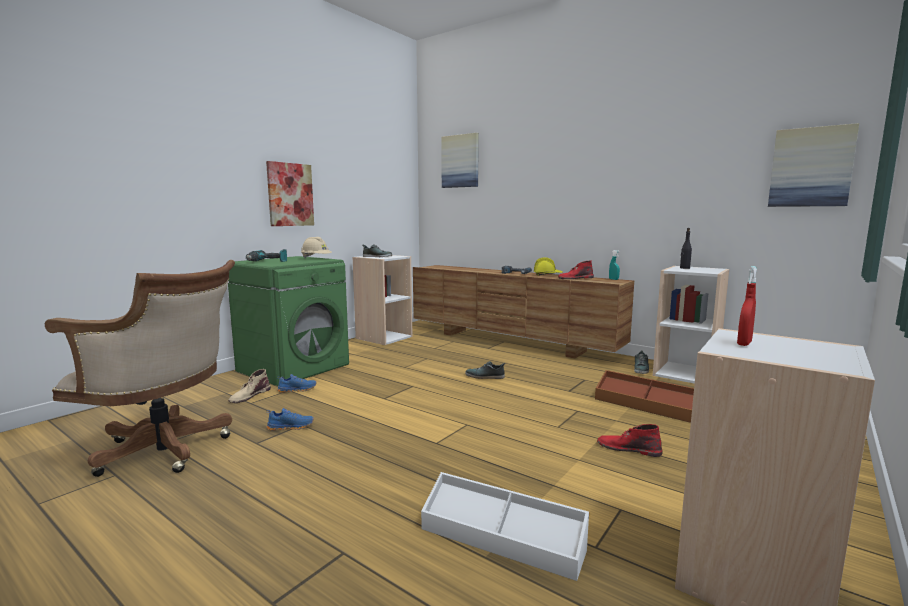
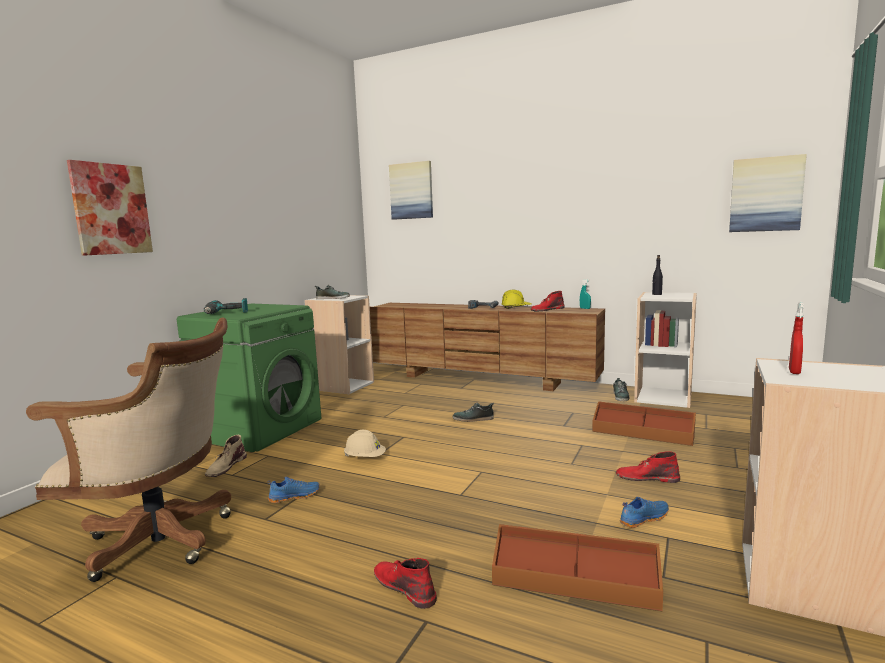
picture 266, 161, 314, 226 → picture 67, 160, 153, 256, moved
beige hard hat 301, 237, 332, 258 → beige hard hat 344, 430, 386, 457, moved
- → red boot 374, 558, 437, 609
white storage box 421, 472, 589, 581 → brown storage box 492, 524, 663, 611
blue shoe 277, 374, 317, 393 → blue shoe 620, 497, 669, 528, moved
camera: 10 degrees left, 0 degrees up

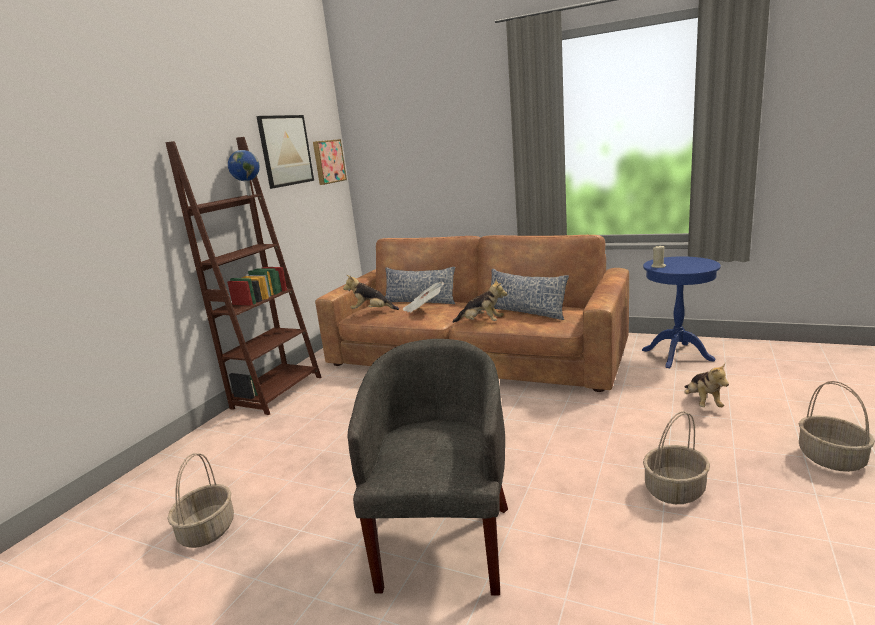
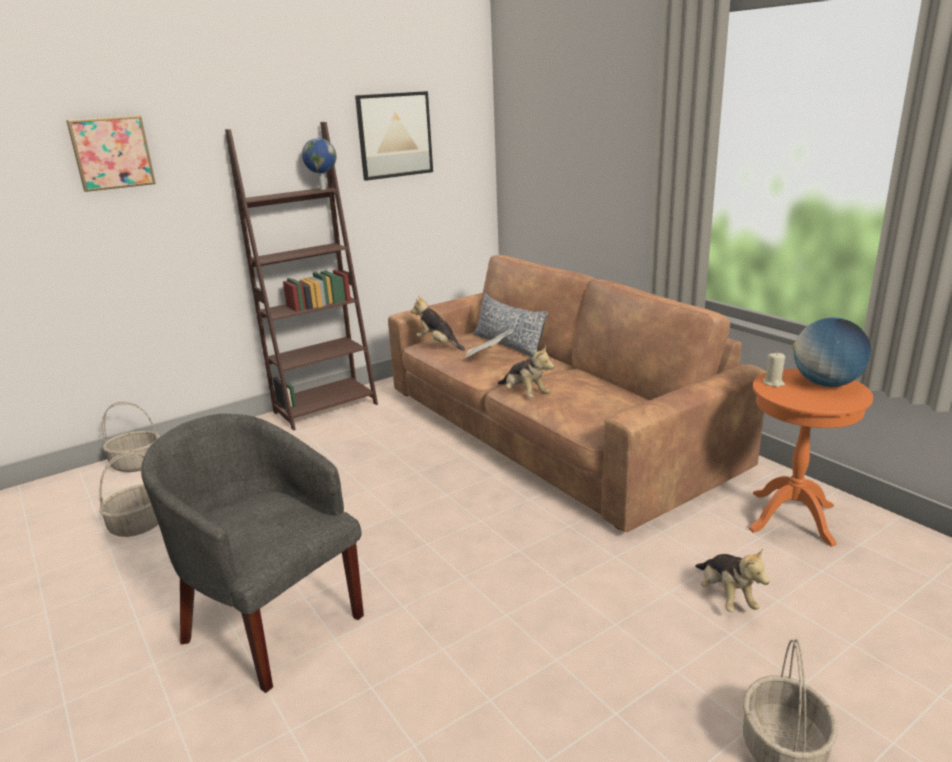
picture 313, 139, 347, 185 → picture 66, 116, 156, 192, moved
basket 643, 411, 710, 504 → basket 102, 401, 160, 472, moved
grey armchair 347, 339, 508, 596 → grey armchair 141, 414, 364, 693, 90 degrees counterclockwise
plush toy 684, 363, 729, 407 → plush toy 695, 548, 770, 612, 45 degrees counterclockwise
blue side table 642, 257, 721, 368 → orange side table 749, 369, 873, 547
- → globe 792, 317, 871, 387
pillow 491, 269, 569, 320 → -
camera: 30 degrees right, 5 degrees up

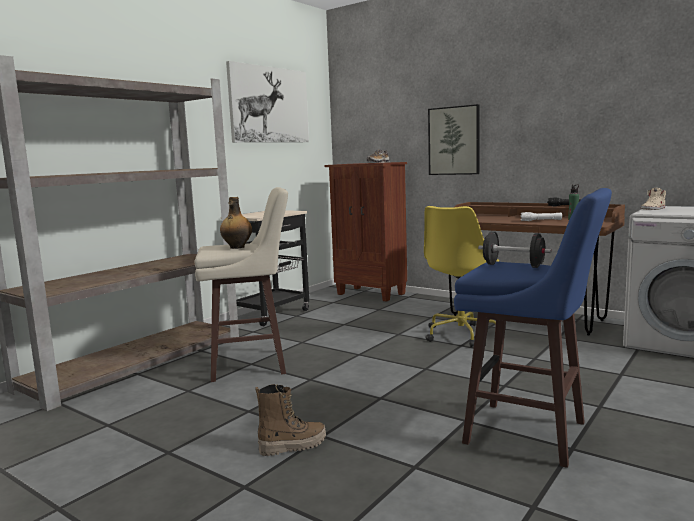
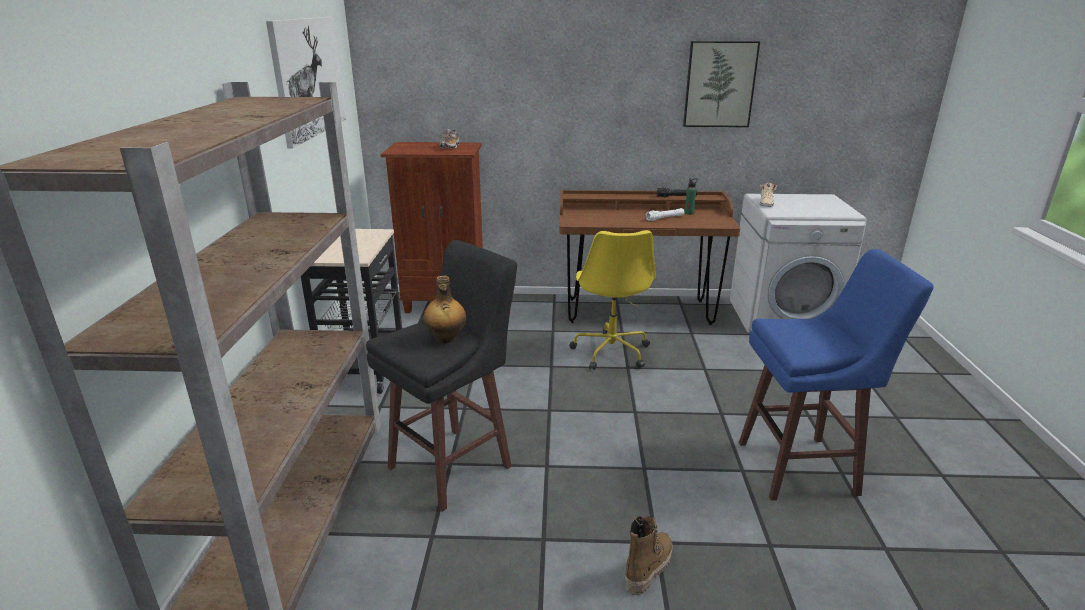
beige stool 195, 187, 288, 382 → black stool 366, 240, 517, 512
picture 428, 104, 480, 175 → picture 683, 41, 760, 127, moved
black dumbbell 478, 231, 551, 268 → -
camera: 35 degrees left, 15 degrees up

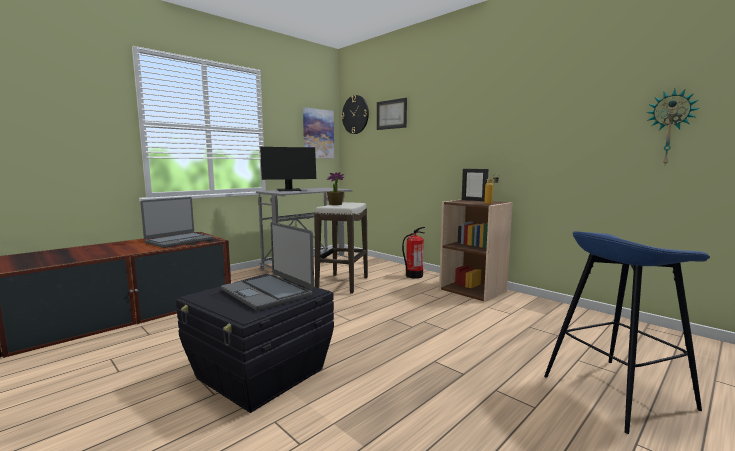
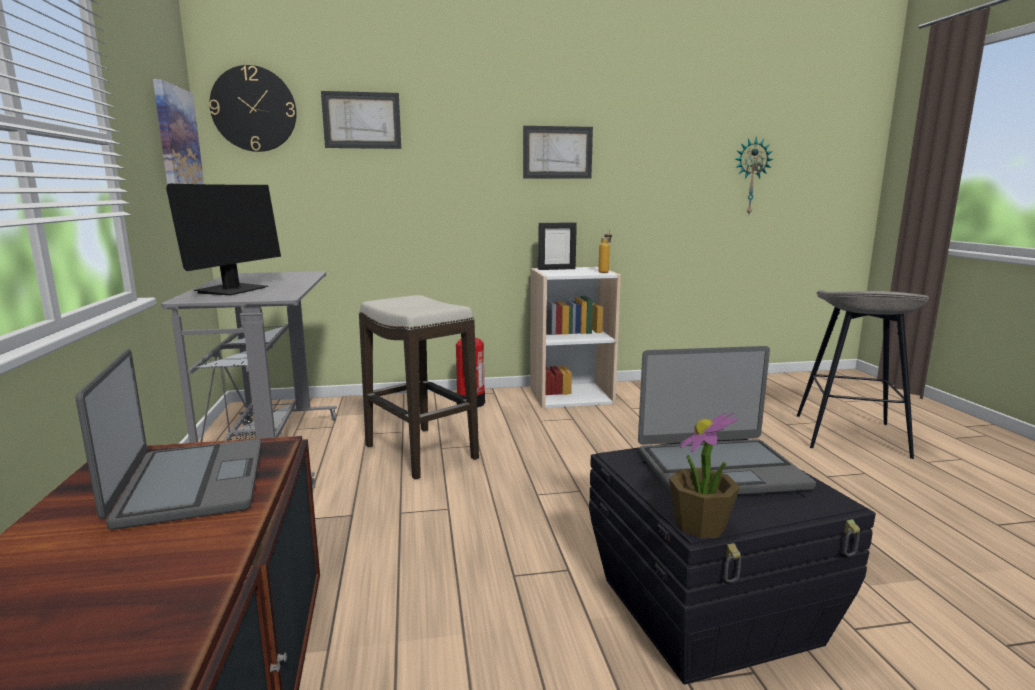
- → picture 523, 126, 593, 179
brown bookcase 439, 200, 512, 302 → white bookcase 530, 267, 621, 408
potted plant 327, 172, 345, 205 → potted plant 669, 413, 740, 538, moved
blue stool 544, 231, 710, 434 → grey stool 797, 290, 929, 459
camera: 55 degrees left, 5 degrees up

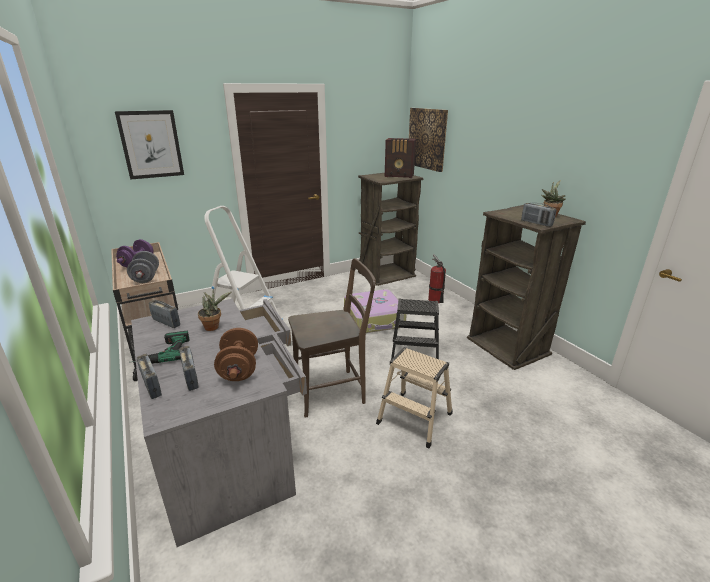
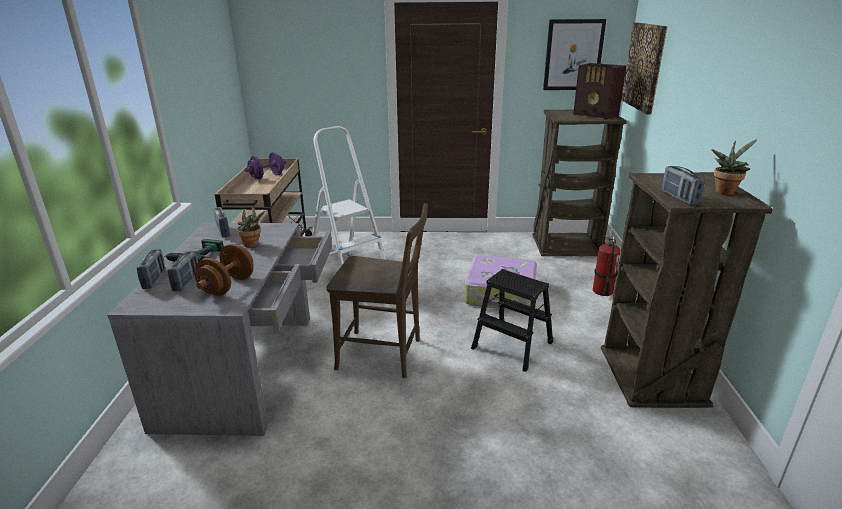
picture 115, 110, 184, 180 → picture 543, 19, 606, 90, moved
grey dumbbell 127, 251, 159, 283 → -
beige step ladder 376, 347, 453, 449 → -
camera: 30 degrees right, 0 degrees up

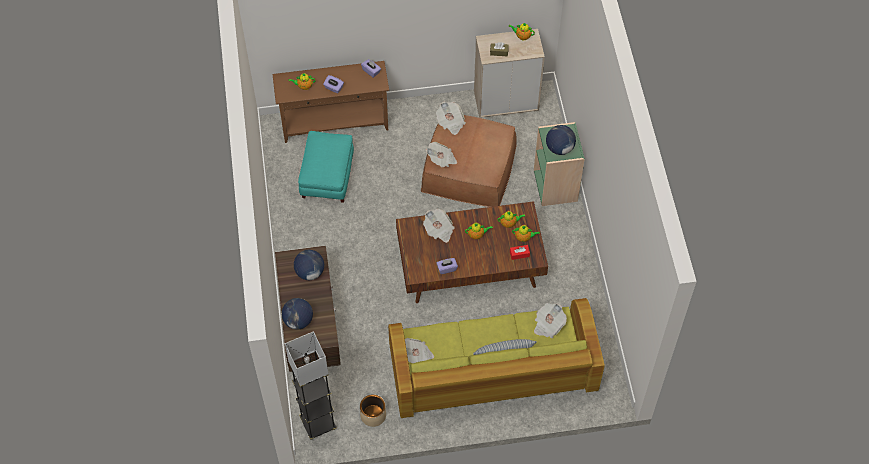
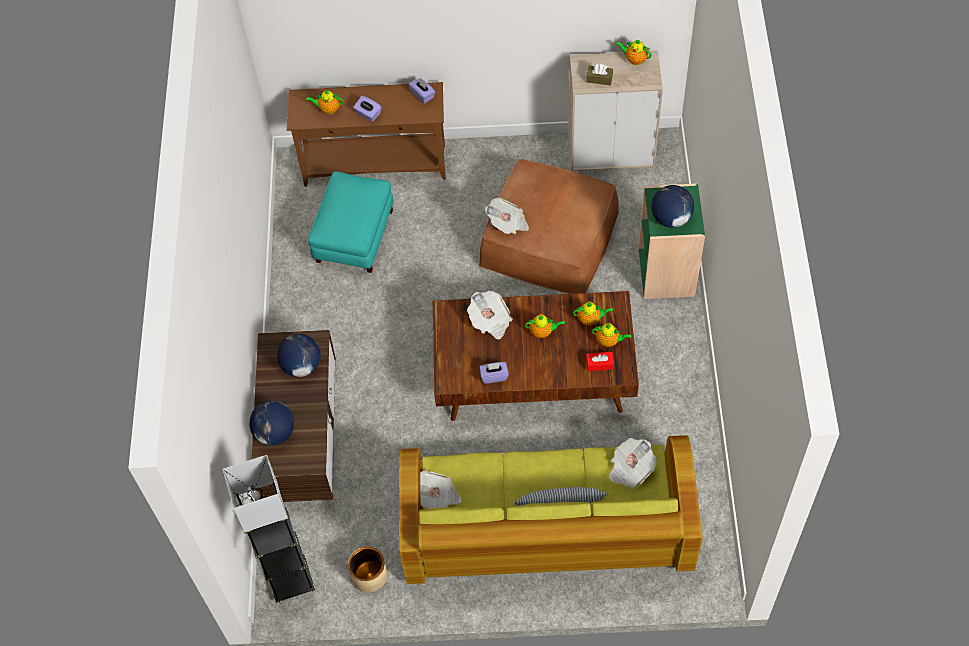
newspaper 436, 101, 466, 135 → -
camera: 10 degrees right, 0 degrees up

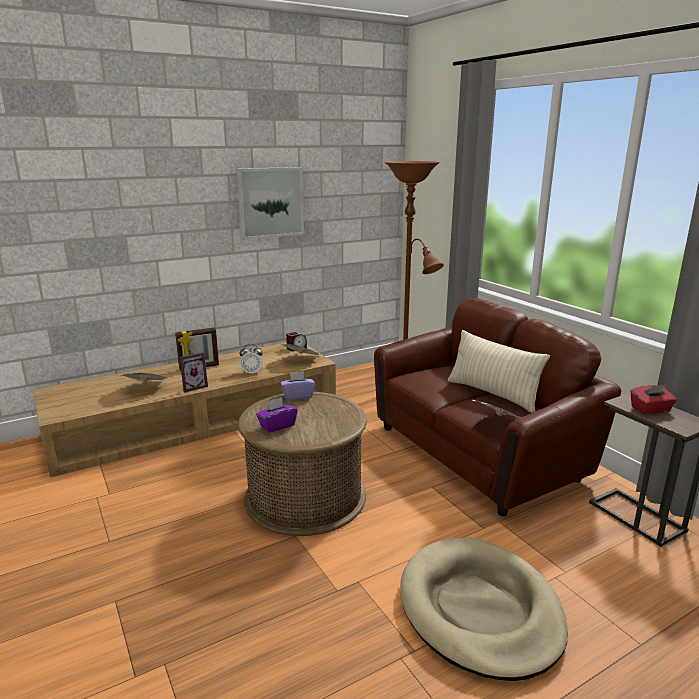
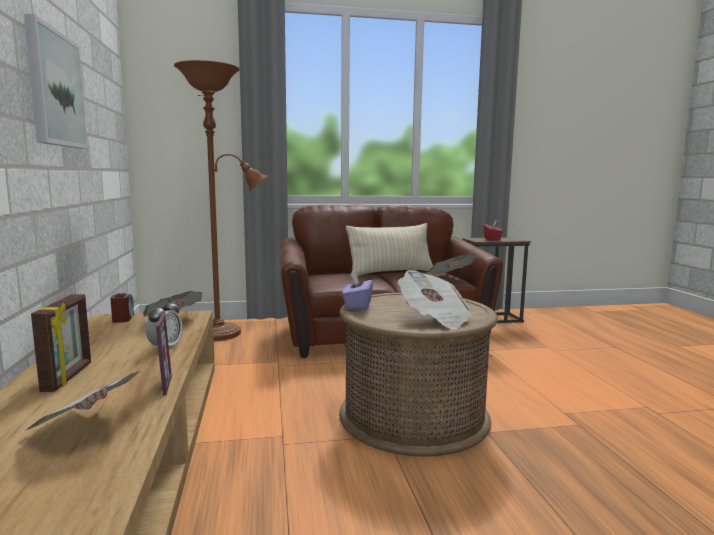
purple tissue box 256, 397, 298, 433 → newspaper 398, 270, 474, 330
beige dog bed 400, 538, 568, 681 → -
camera: 70 degrees left, 10 degrees down

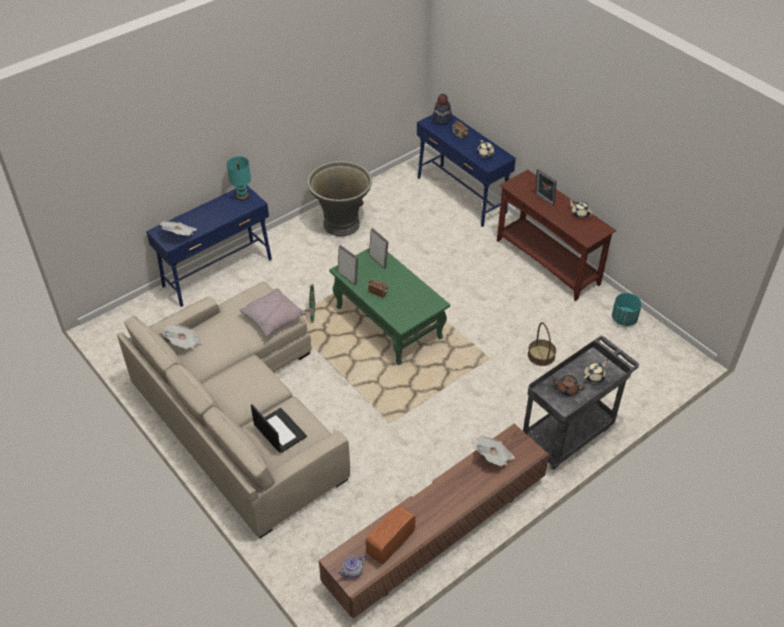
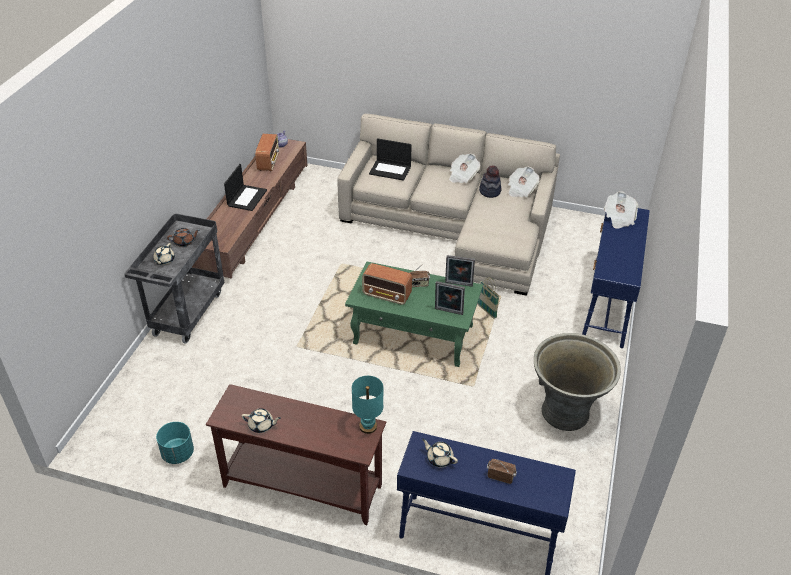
- → laptop 224, 164, 267, 211
turquoise table lamp 227, 156, 251, 200 → turquoise table lamp 352, 376, 383, 434, moved
- → radio 362, 263, 412, 305
newspaper 475, 436, 515, 466 → newspaper 449, 153, 480, 184, moved
hat 432, 94, 452, 125 → hat 479, 166, 502, 198, moved
purple pillow 239, 288, 306, 337 → -
basket 528, 322, 556, 366 → -
picture frame 535, 169, 557, 206 → -
camera: 145 degrees right, 5 degrees down

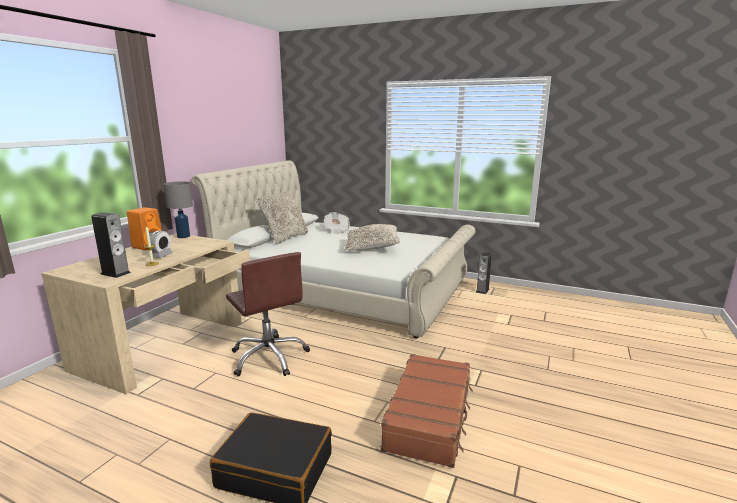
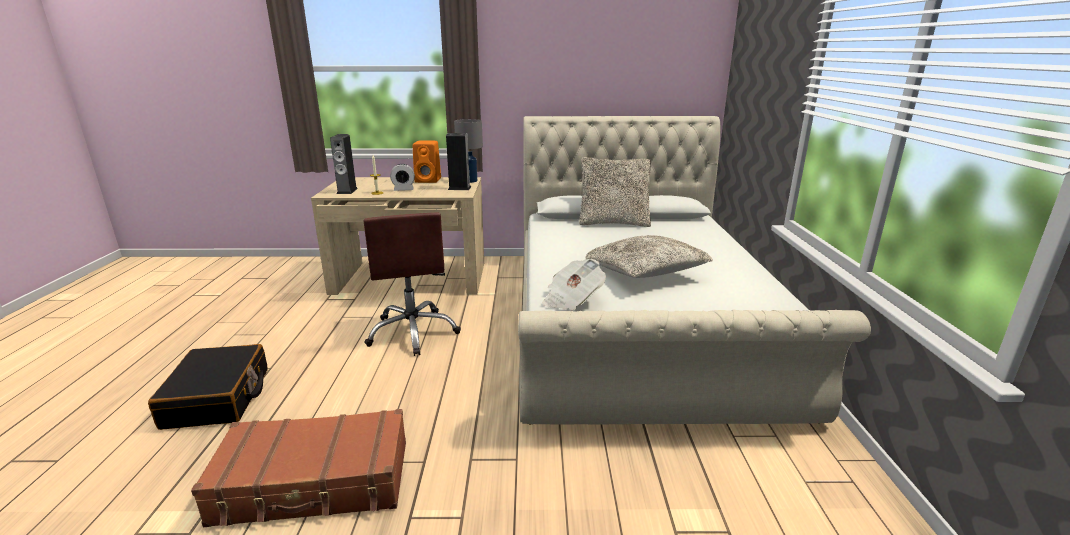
brown office chair 226, 252, 310, 376 → brown office chair 364, 213, 461, 356, 45 degrees counterclockwise
speaker 476, 252, 492, 294 → speaker 446, 133, 471, 190, moved
newspaper 323, 212, 350, 234 → newspaper 542, 259, 606, 310, moved
camera: 65 degrees right, 5 degrees up

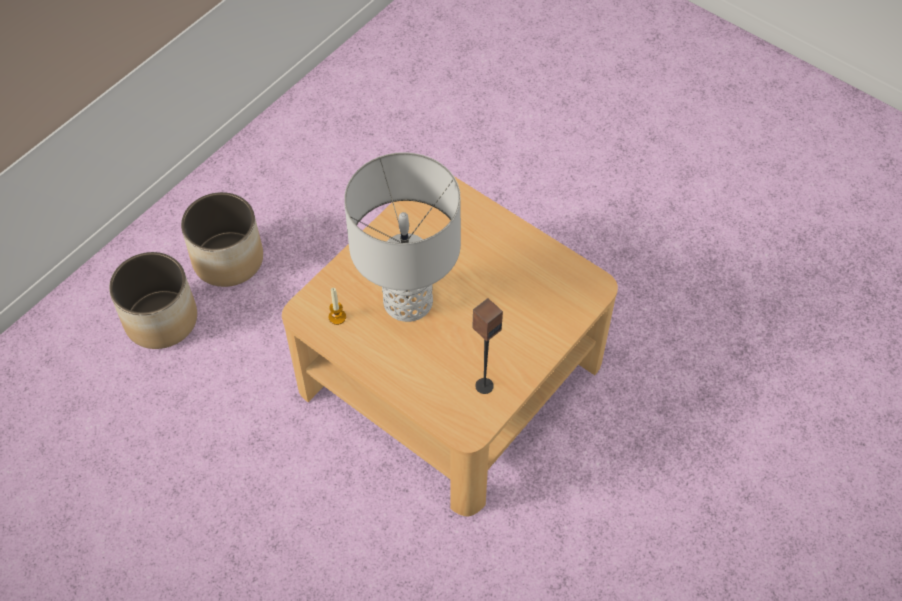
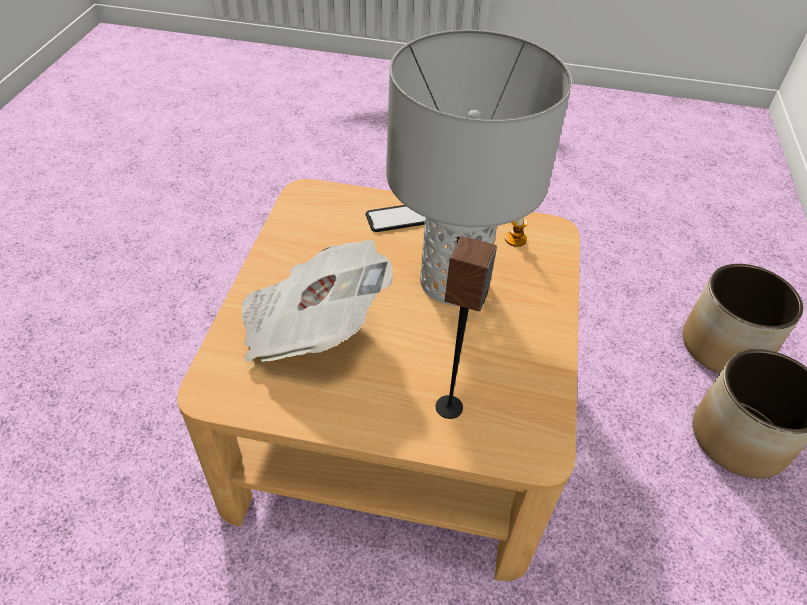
- → newspaper 242, 240, 393, 362
- → phone 365, 205, 425, 232
speaker 472, 298, 503, 394 → speaker 436, 236, 497, 419, moved
camera: 150 degrees right, 10 degrees down

